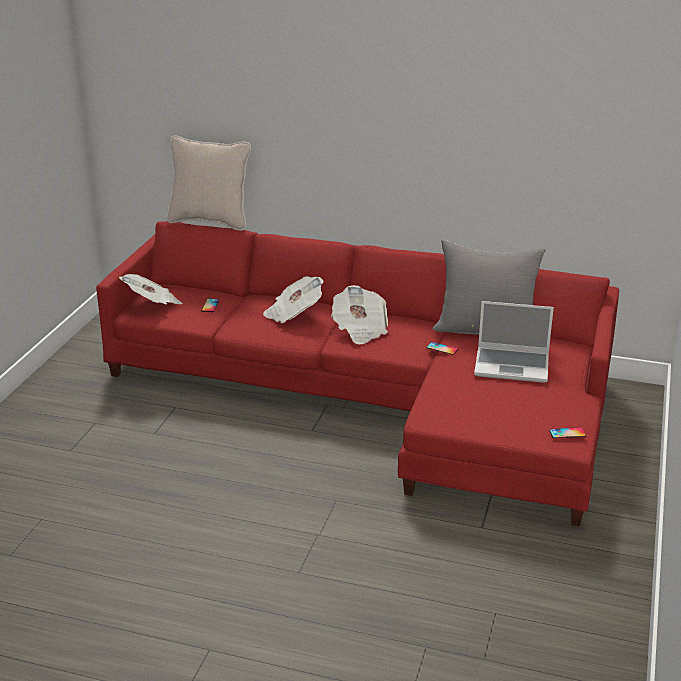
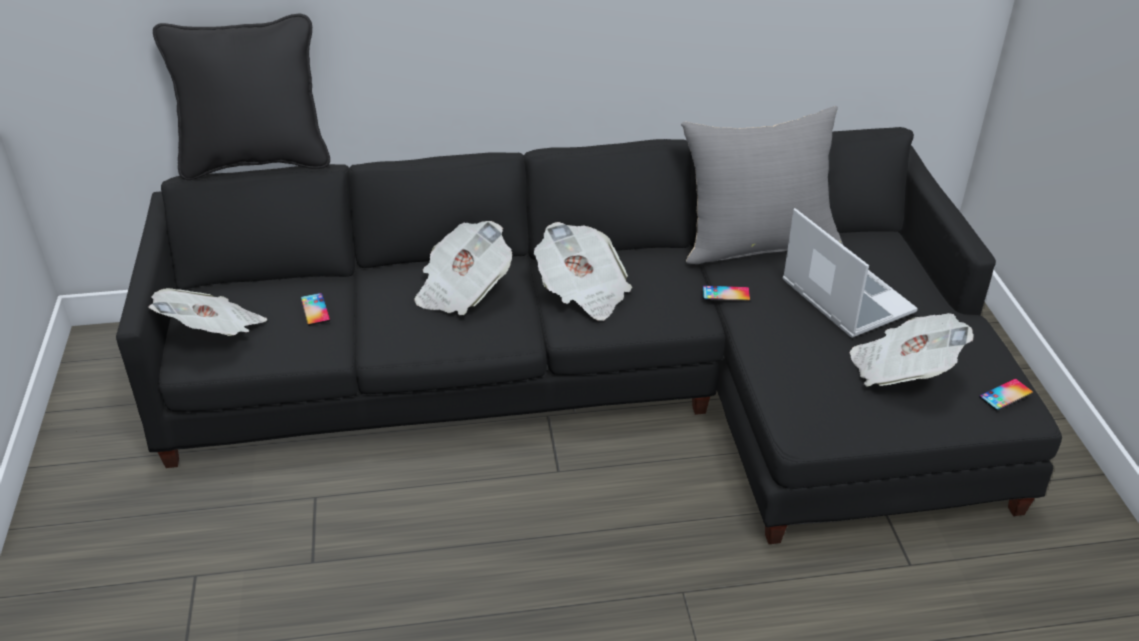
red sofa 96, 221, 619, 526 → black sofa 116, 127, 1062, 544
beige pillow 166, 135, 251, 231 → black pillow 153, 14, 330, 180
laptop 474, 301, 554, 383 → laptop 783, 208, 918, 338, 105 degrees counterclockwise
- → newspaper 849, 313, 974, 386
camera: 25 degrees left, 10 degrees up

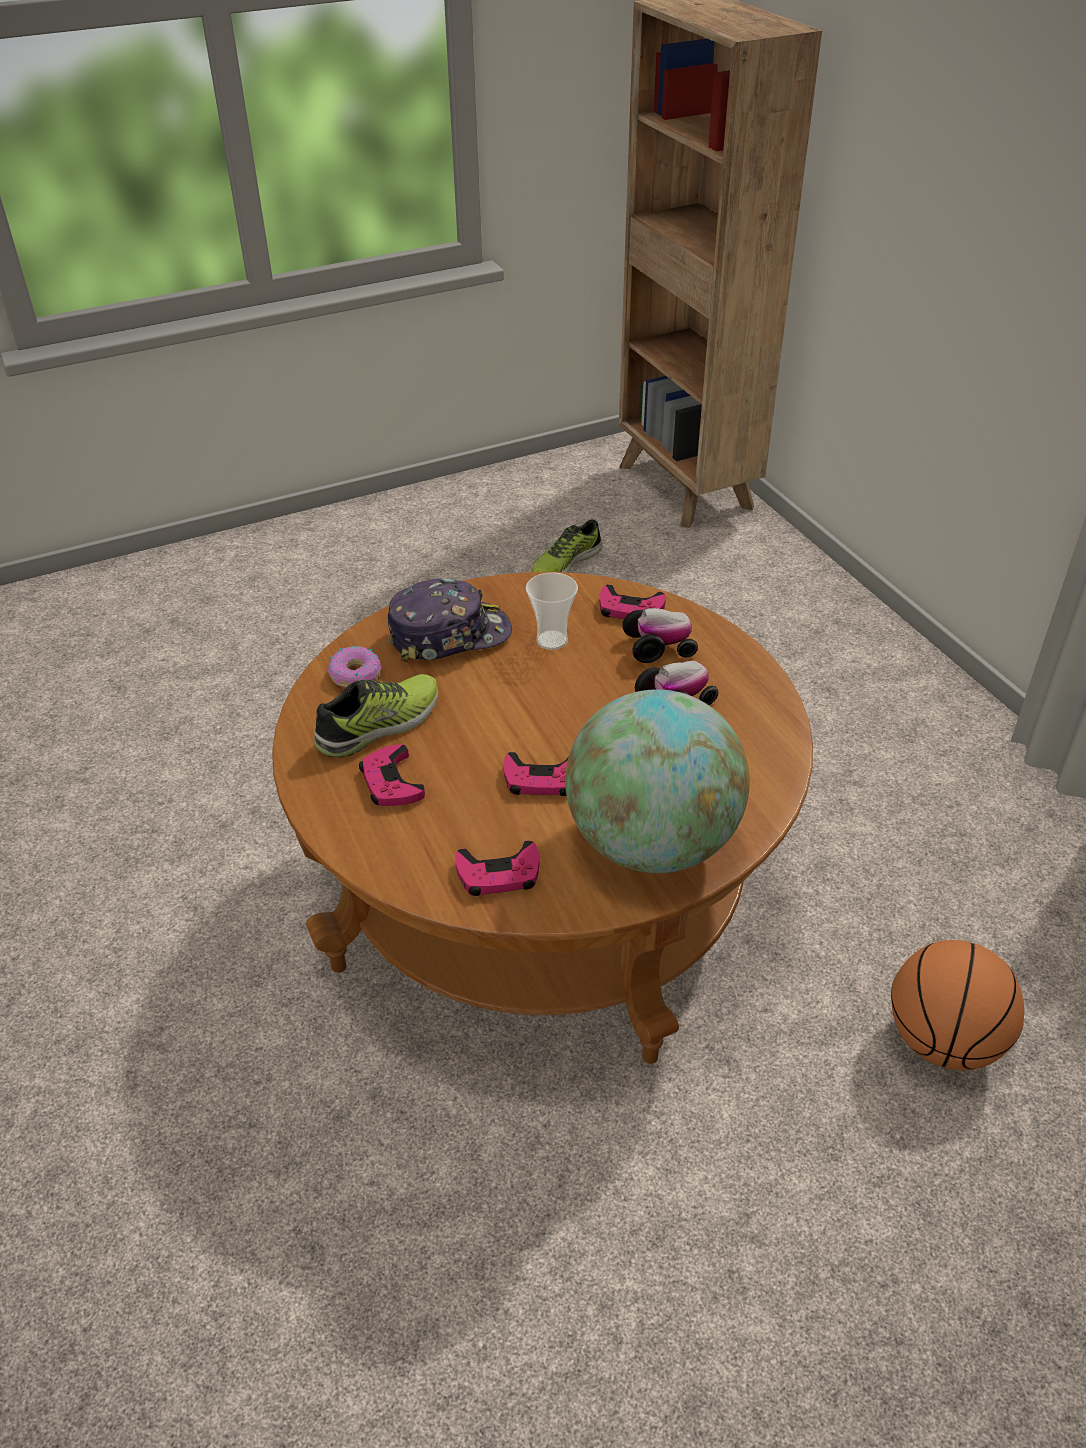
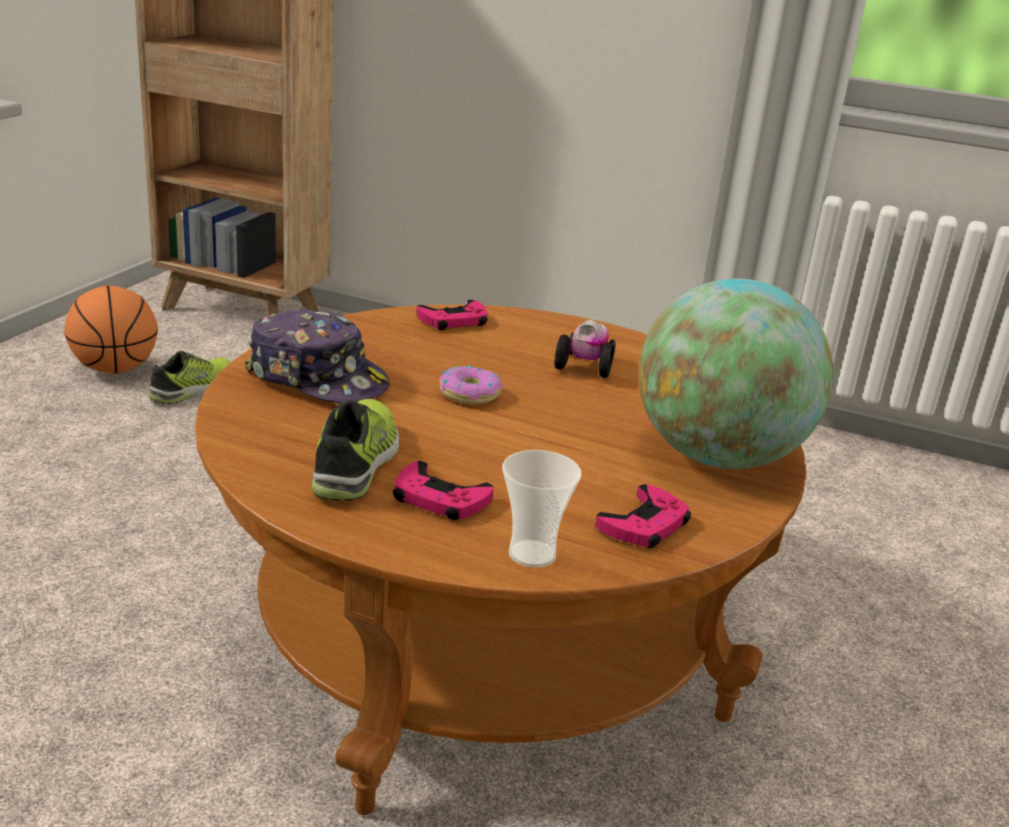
basketball 891, 940, 1024, 1070 → basketball 64, 286, 158, 374, moved
shoe 532, 519, 602, 573 → shoe 149, 351, 230, 404, 150 degrees counterclockwise
cap 388, 579, 512, 662 → cap 244, 307, 390, 403, 90 degrees clockwise
donut 328, 646, 381, 688 → donut 439, 366, 503, 405, moved
cup 526, 572, 578, 650 → cup 502, 450, 582, 568, moved
pink game controller 504, 752, 569, 796 → -
toy car 622, 608, 698, 663 → -
camera: 45 degrees left, 15 degrees down

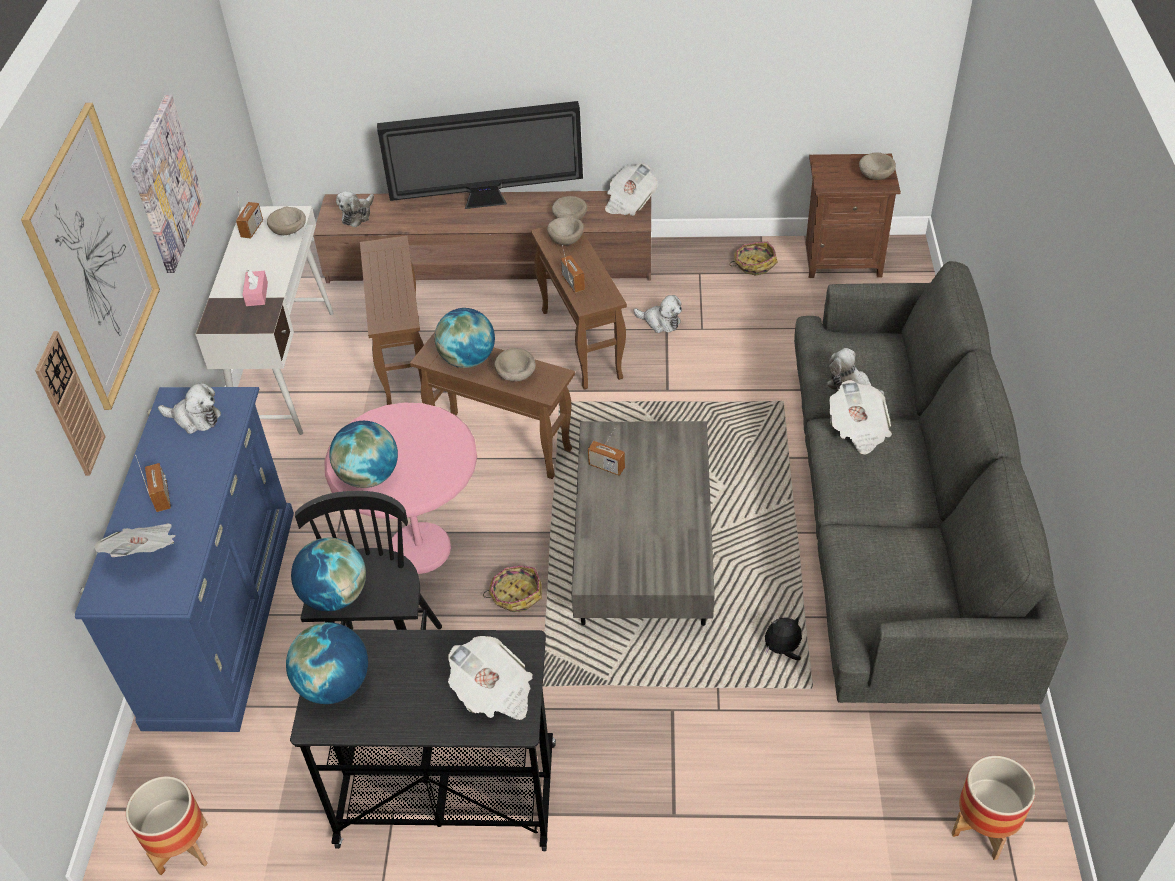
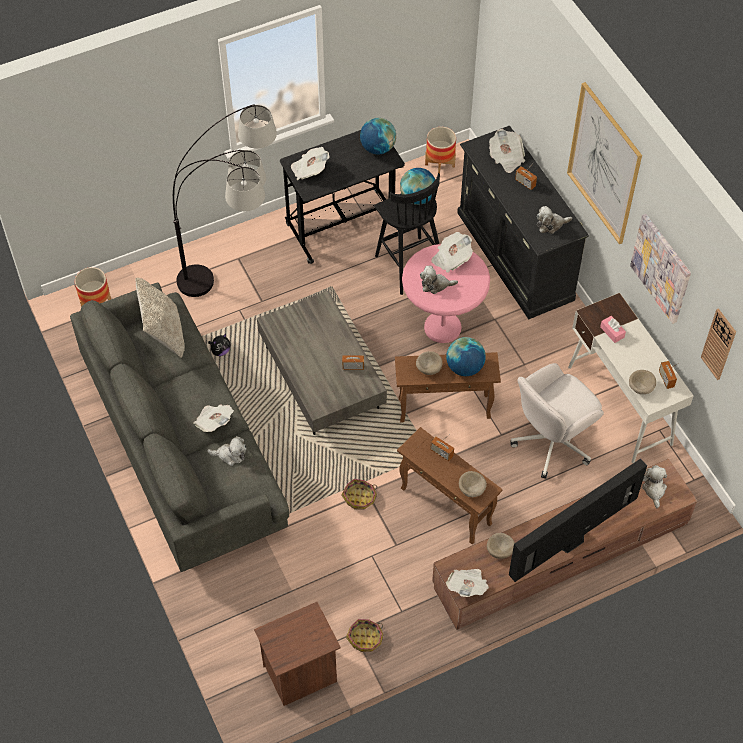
- → beige pillow 135, 278, 185, 358
- → floor lamp 173, 104, 277, 297
basket 483, 565, 542, 612 → basket 341, 479, 377, 509, moved
plush toy 633, 295, 682, 333 → plush toy 420, 266, 458, 294, moved
globe 329, 421, 398, 488 → newspaper 431, 232, 473, 273
blue cabinet 75, 387, 294, 732 → black cabinet 457, 126, 589, 320
brown side table 360, 236, 424, 405 → white office chair 510, 363, 604, 479
wall clock 35, 331, 106, 476 → wall clock 701, 308, 736, 380, moved
beige bowl 859, 152, 896, 180 → -
camera: 150 degrees right, 10 degrees up

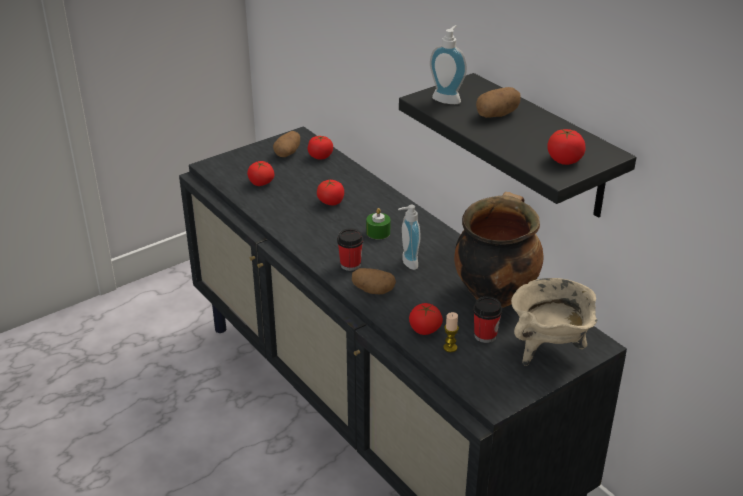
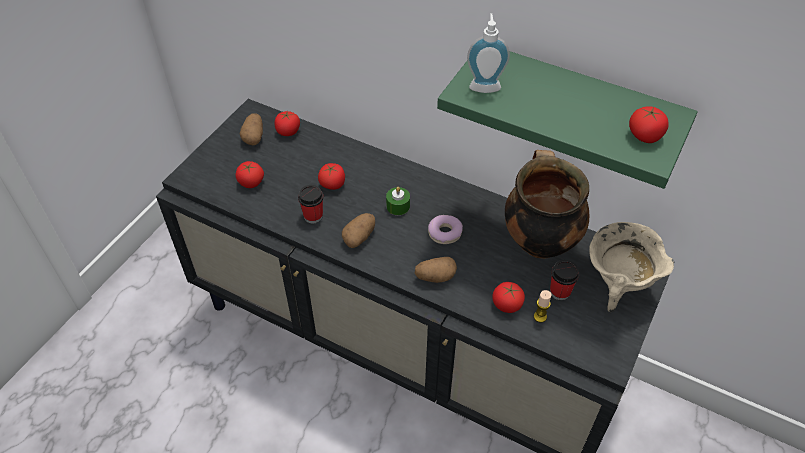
cup 337, 228, 363, 271 → cup 298, 185, 323, 223, moved
potato 476, 87, 521, 118 → potato 342, 213, 375, 248, moved
soap dispenser 398, 205, 421, 270 → donut 428, 215, 463, 244
black shelf 399, 73, 636, 218 → green shelf 437, 51, 698, 189
camera: 25 degrees left, 15 degrees up

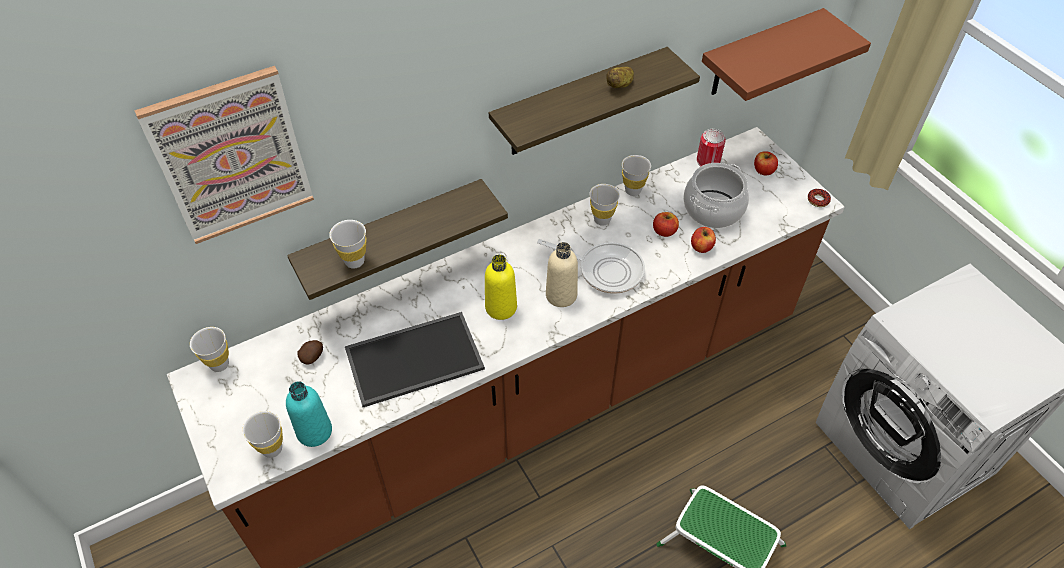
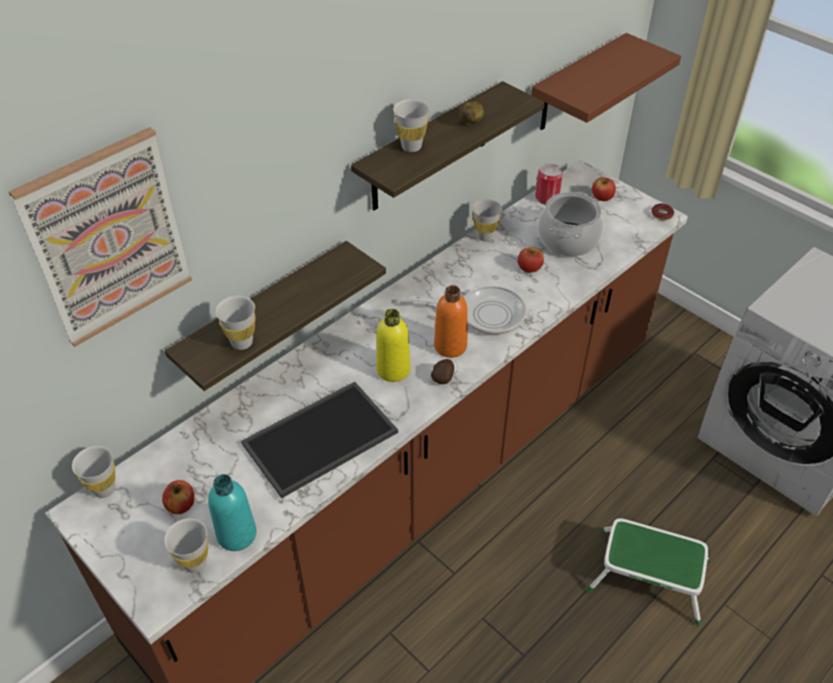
apple 691, 227, 716, 253 → apple 162, 480, 195, 514, moved
white cup 589, 184, 620, 226 → white cup 393, 99, 430, 152, moved
potato 297, 340, 323, 365 → potato 431, 359, 454, 384, moved
beige bottle 546, 242, 578, 307 → orange bottle 434, 285, 468, 358
camera: 15 degrees left, 5 degrees down

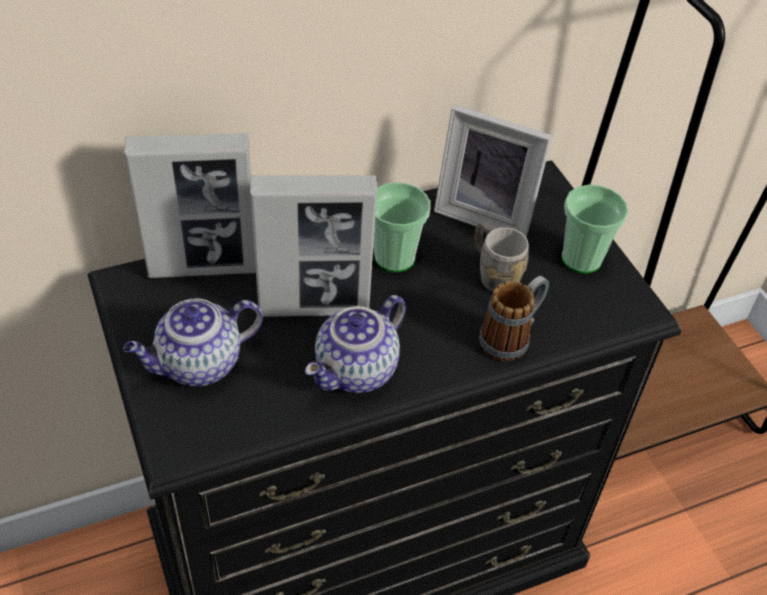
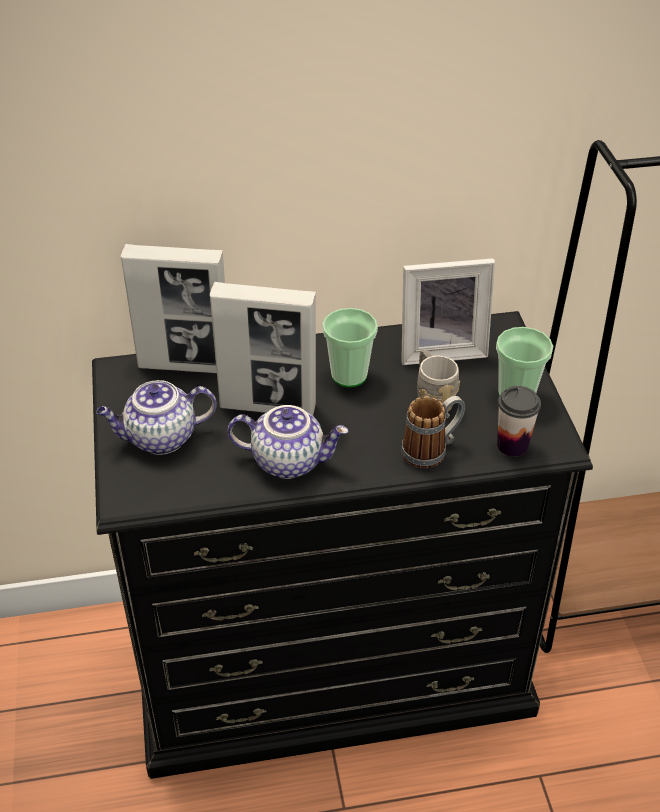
teapot 305, 295, 406, 393 → teapot 227, 405, 348, 479, 135 degrees counterclockwise
picture frame 434, 104, 552, 238 → picture frame 401, 258, 495, 365, 45 degrees counterclockwise
- → cup 497, 386, 541, 457
camera: 15 degrees right, 5 degrees down

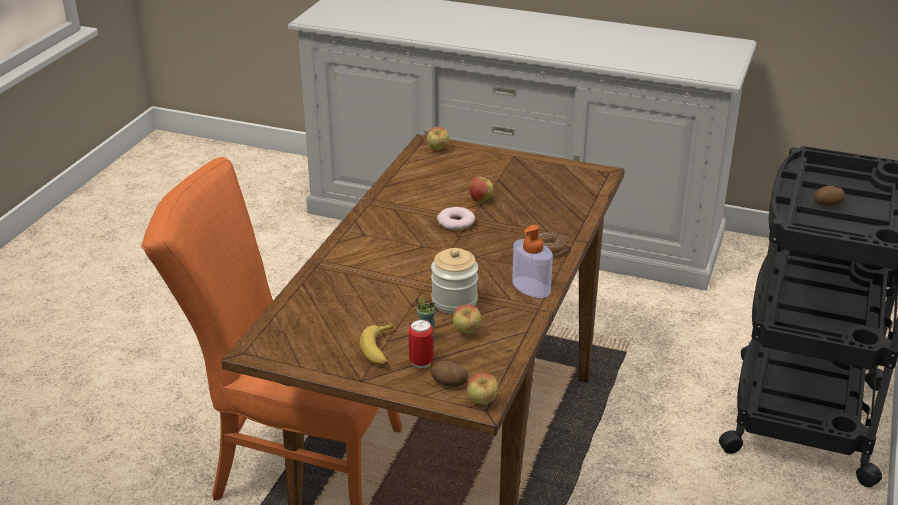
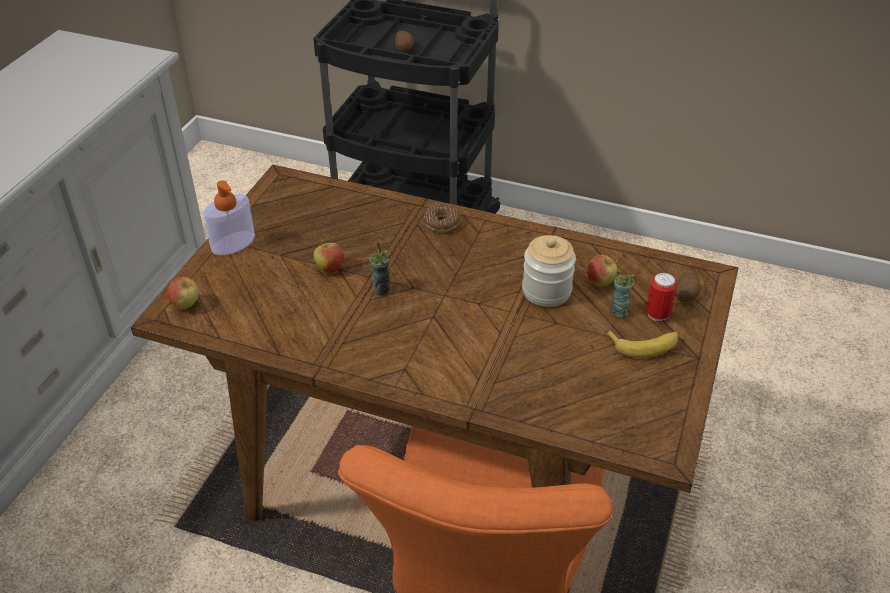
soap dispenser 512, 225, 553, 298 → soap dispenser 203, 180, 255, 255, moved
donut 437, 207, 475, 230 → cup 369, 242, 390, 295
apple 467, 373, 498, 405 → -
camera: 90 degrees left, 10 degrees up

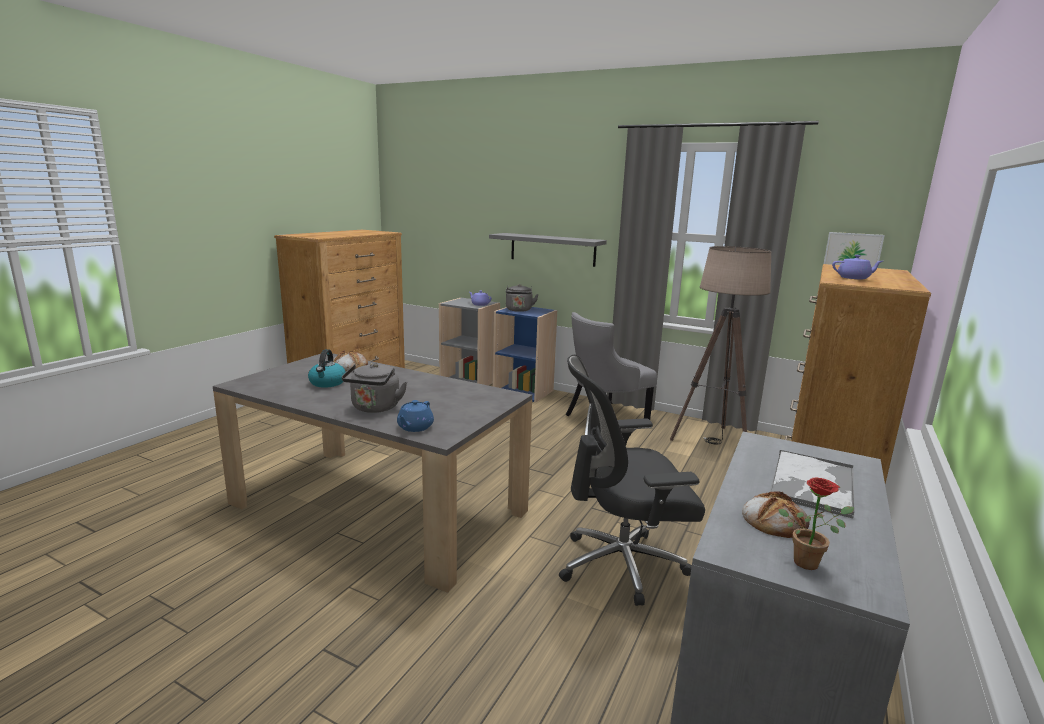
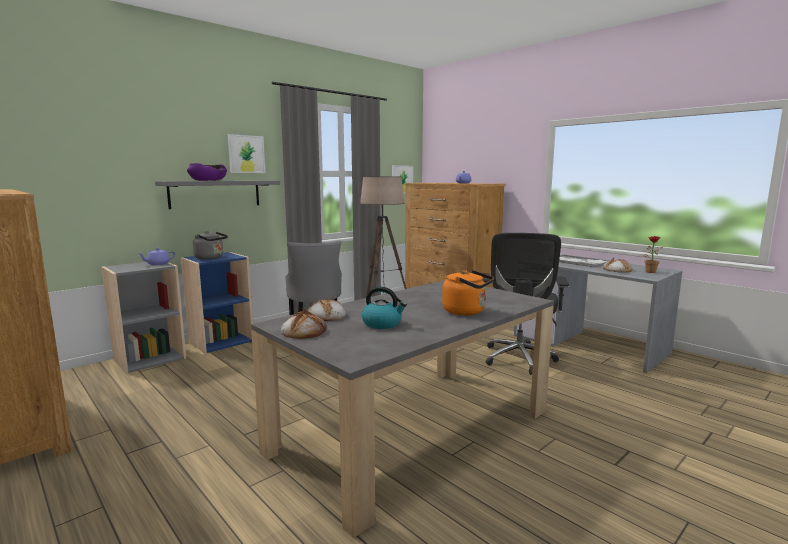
- → purple bowl 187, 163, 227, 181
- → picture 228, 134, 265, 173
- → bread 281, 310, 327, 339
grey kettle 342, 363, 407, 413 → orange kettle 442, 270, 494, 316
blue teapot 397, 400, 434, 432 → -
camera: 70 degrees left, 5 degrees down

